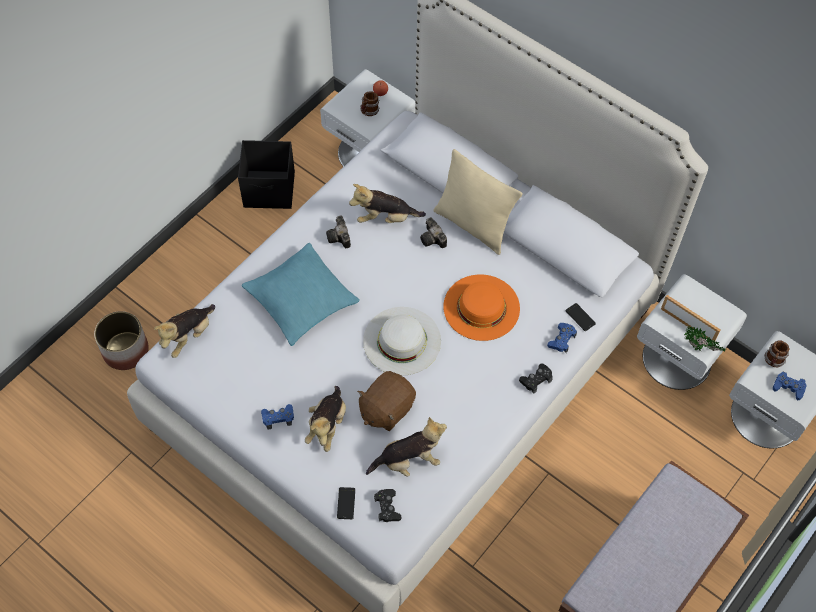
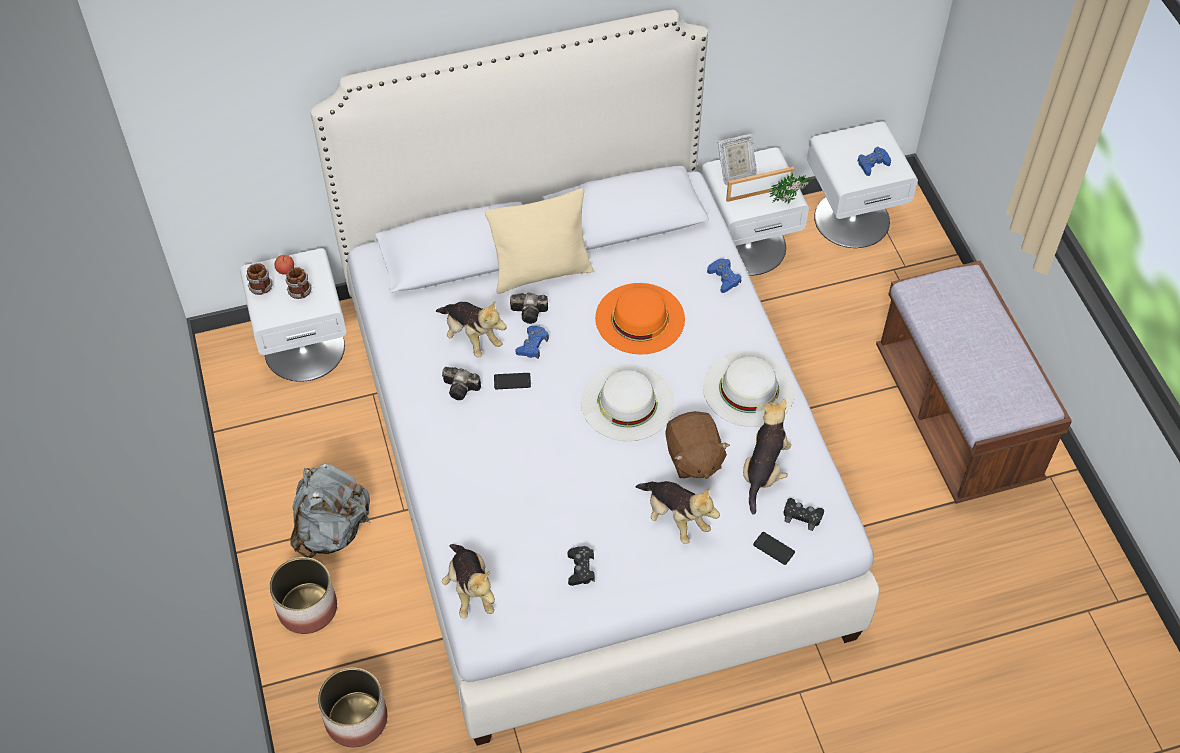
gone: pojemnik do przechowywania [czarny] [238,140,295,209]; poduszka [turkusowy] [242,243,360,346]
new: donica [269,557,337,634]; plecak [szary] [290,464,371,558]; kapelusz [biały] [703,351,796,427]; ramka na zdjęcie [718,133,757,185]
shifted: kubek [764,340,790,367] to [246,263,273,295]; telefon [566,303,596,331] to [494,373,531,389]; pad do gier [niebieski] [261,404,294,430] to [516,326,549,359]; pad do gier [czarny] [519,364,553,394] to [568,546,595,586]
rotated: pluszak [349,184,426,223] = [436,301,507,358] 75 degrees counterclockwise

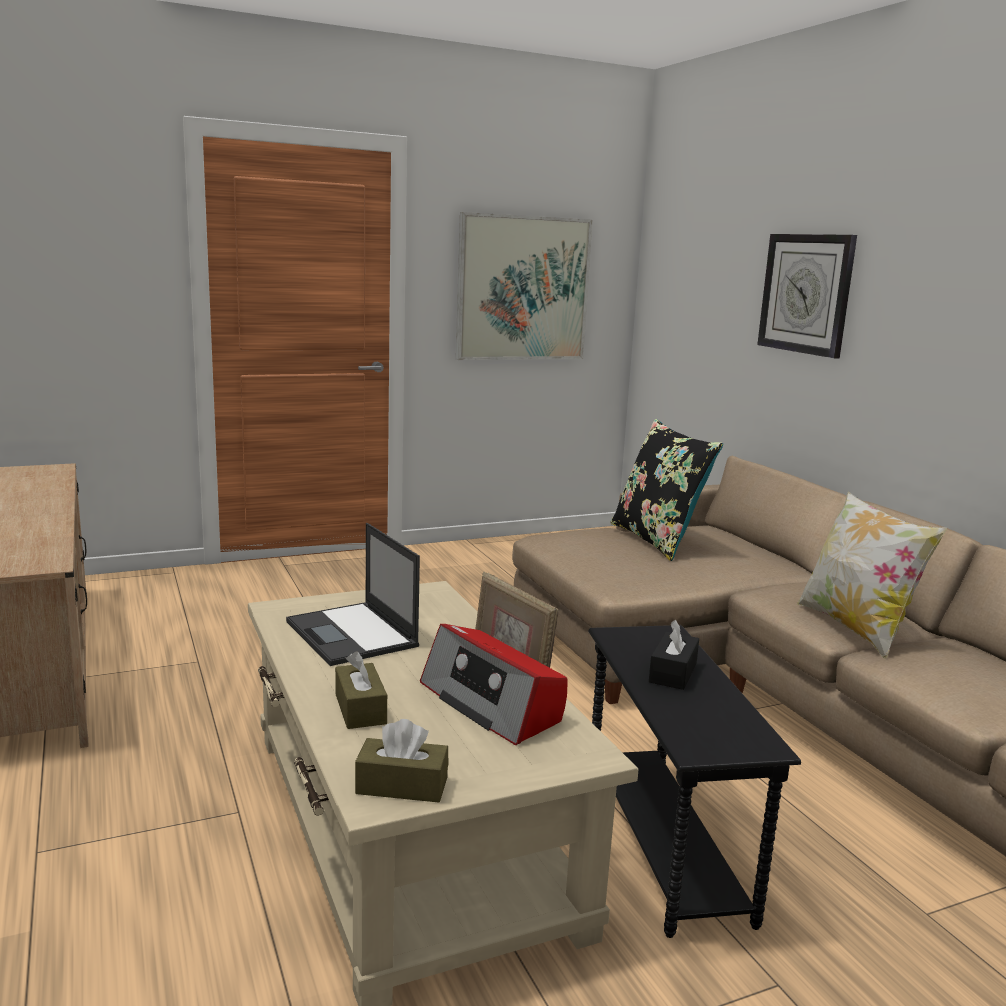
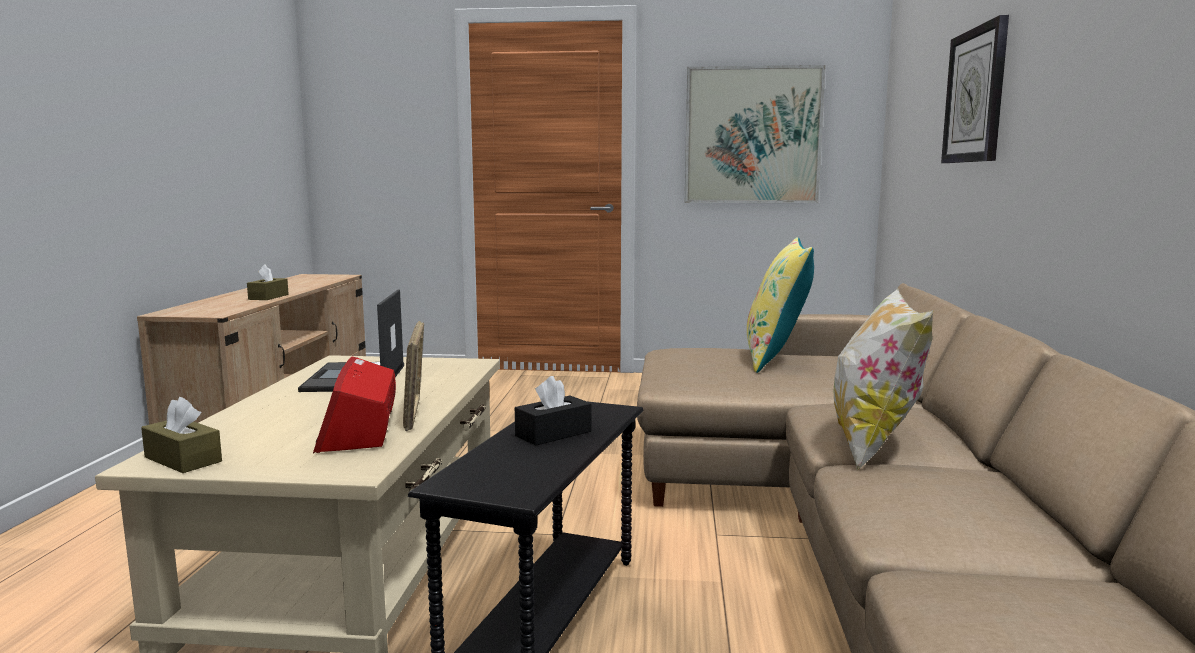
shifted: pudełko chusteczek [brązowy] [335,651,387,729] to [247,264,289,300]
repainted: poduszka [czarny] [610,419,723,561] to poduszka [żółty] [747,237,814,373]

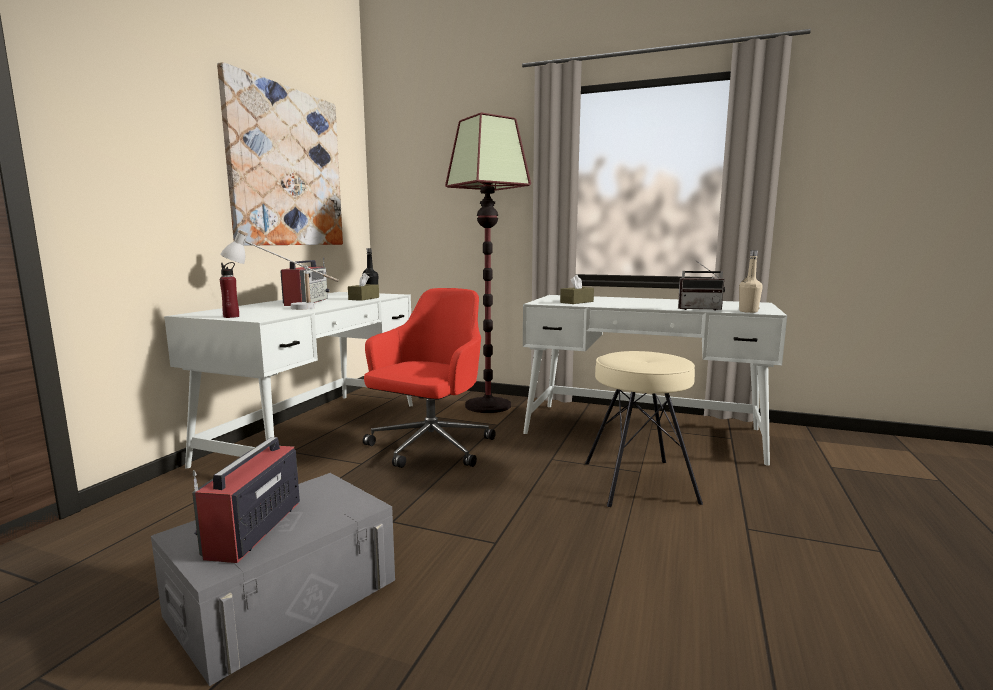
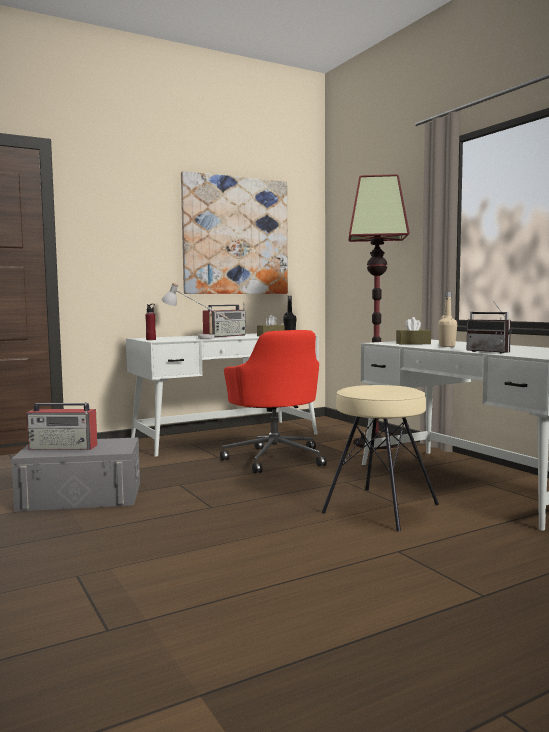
shifted: butelka [beżowy] [739,250,763,313] to [438,292,457,347]
rotated: radio [192,437,300,563] = [26,402,97,450] 135 degrees counterclockwise; krzesło biurowe [czerwony] [363,288,496,468] = [220,330,327,473] 90 degrees clockwise

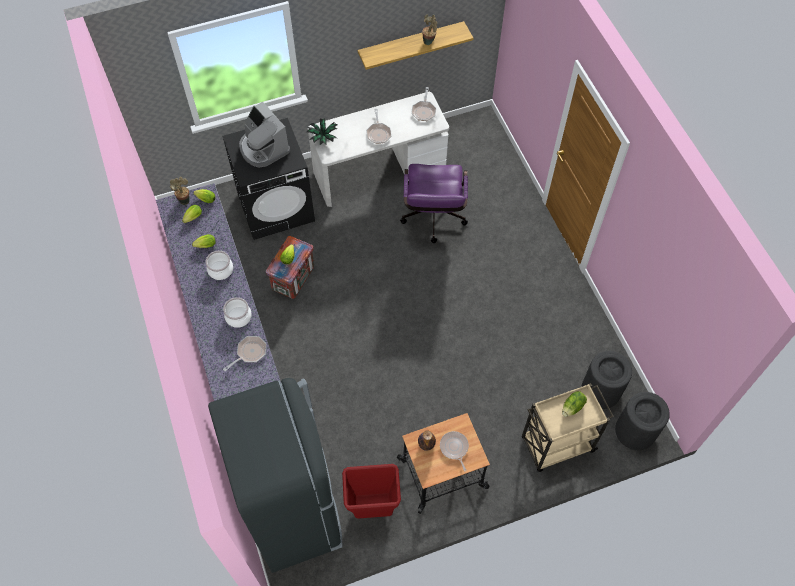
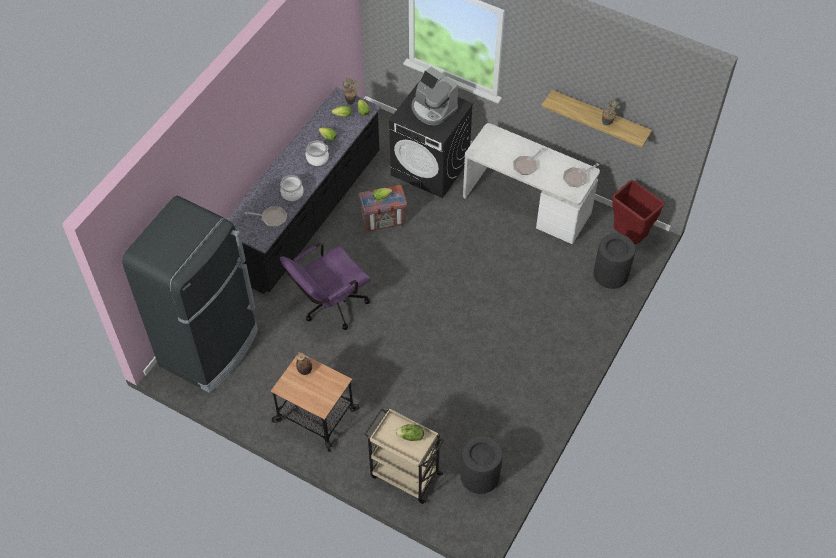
gone: roślina doniczkowa [307,118,337,145]; patelnia [440,431,469,471]
shifted: krzesło biurowe [fioletowy] [400,164,468,243] to [280,242,370,330]; kosz na śmieci [czarny] [615,392,670,450] to [593,233,635,289]; kosz na śmieci [czerwony] [342,464,401,519] to [612,180,665,244]
rotated: ekspres do kawy [239,102,290,167] = [411,67,458,125] 60 degrees counterclockwise

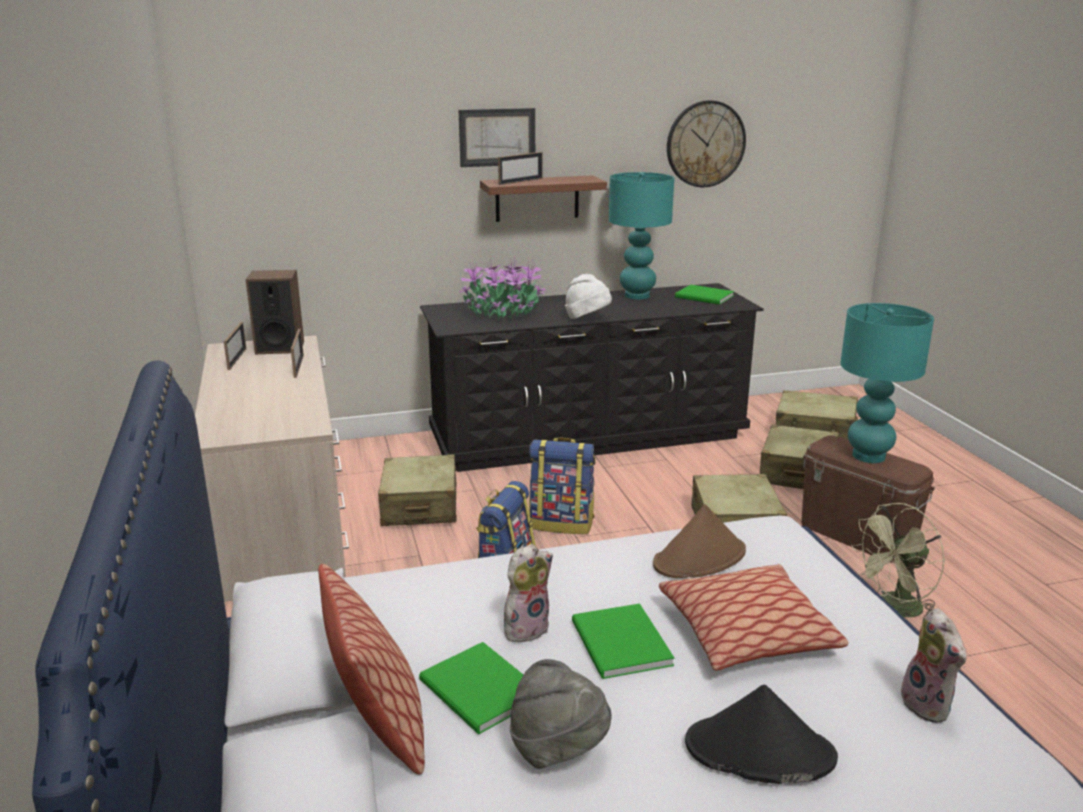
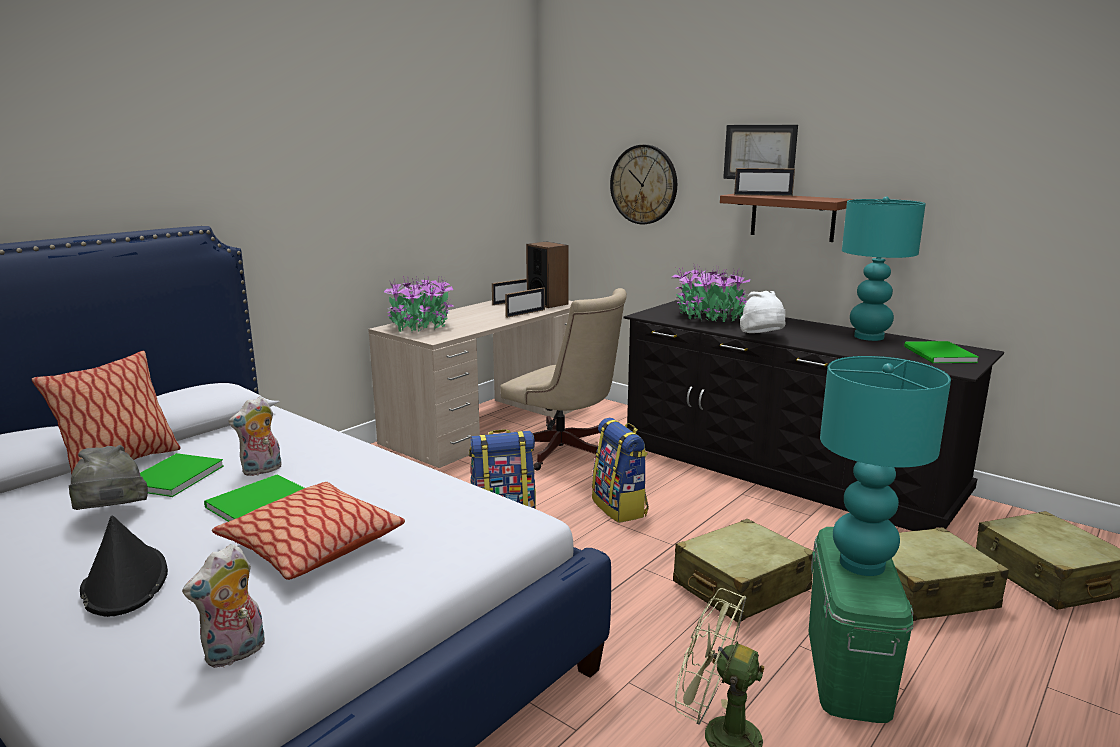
gone: kapelusz [brązowy] [653,504,746,578]
new: roślina doniczkowa [384,274,453,332]
shifted: zegar ścienny [667,100,746,187] to [610,145,677,224]
swapped: walizka [beżowy] [378,454,457,526] to krzesło biurowe [beżowy] [501,288,627,470]
repainted: pojemnik do przechowywania [brązowy] [801,436,935,563] to pojemnik do przechowywania [zielony] [809,527,914,723]
rotated: pluszak [504,544,553,642] = [228,396,282,476] 120 degrees clockwise

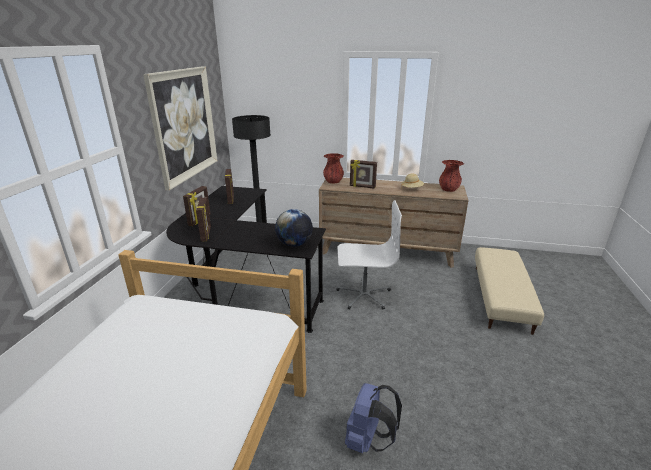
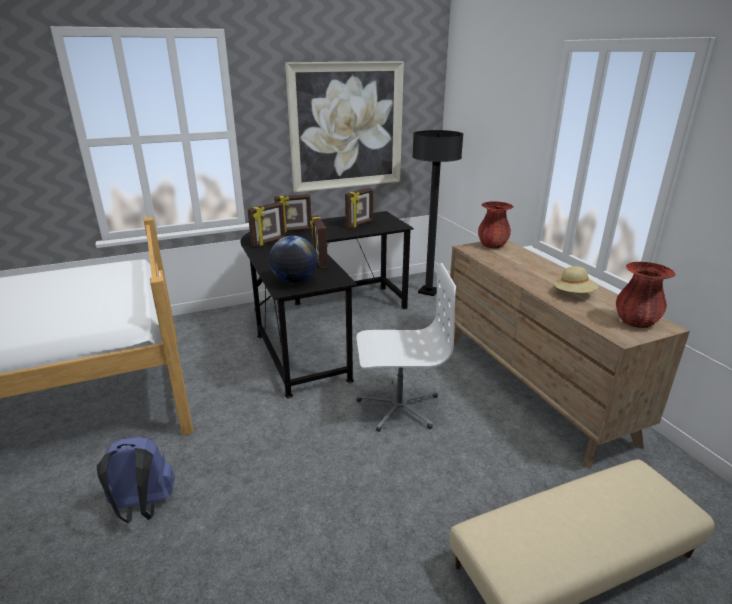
shifted: ramka na zdjęcie [350,160,377,189] to [310,216,328,268]
rotated: krzesło biurowe [biały] [336,200,402,309] = [356,263,456,432] 60 degrees counterclockwise

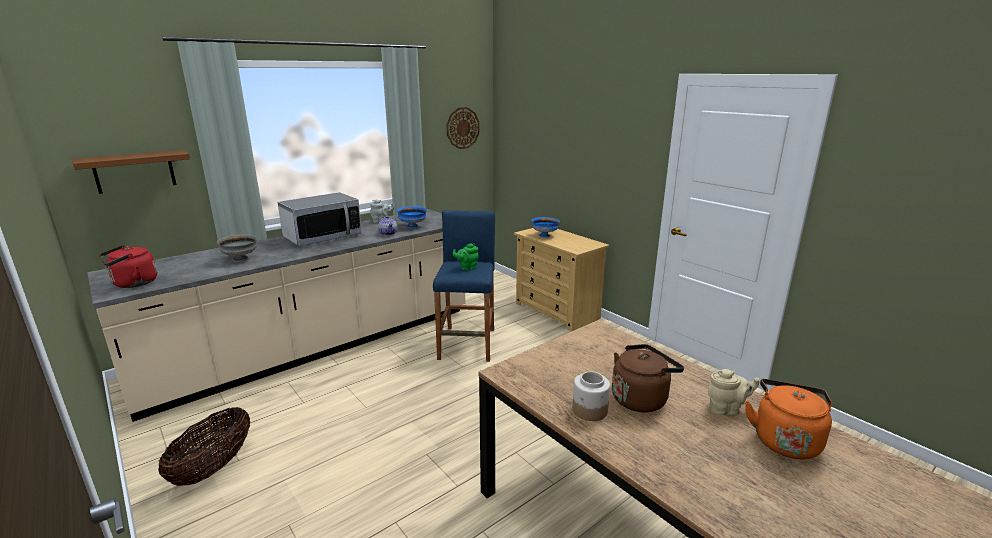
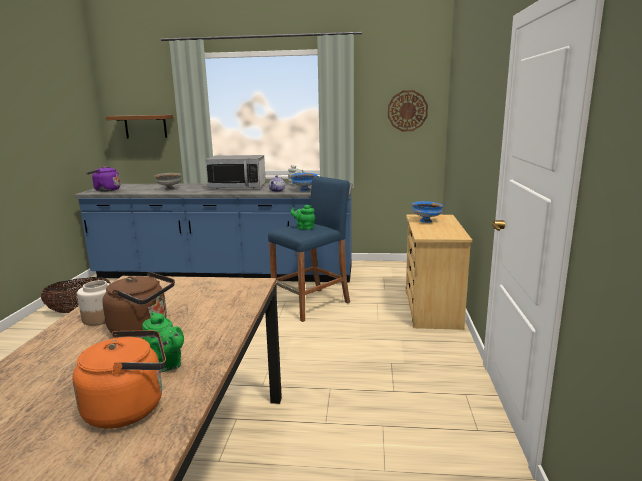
repainted: zabudowa kuchenna [beżowy] [87,209,465,422] to zabudowa kuchenna [niebieski] [75,183,352,282]; czajnik [czerwony] [98,245,157,288] to czajnik [fioletowy] [86,166,120,192]; imbryk [beżowy] [708,369,759,415] to imbryk [zielony] [142,312,184,372]

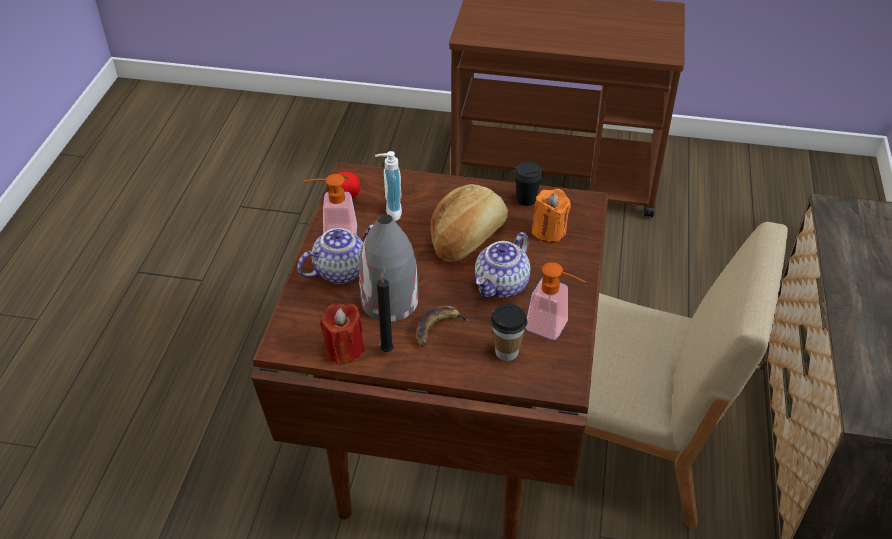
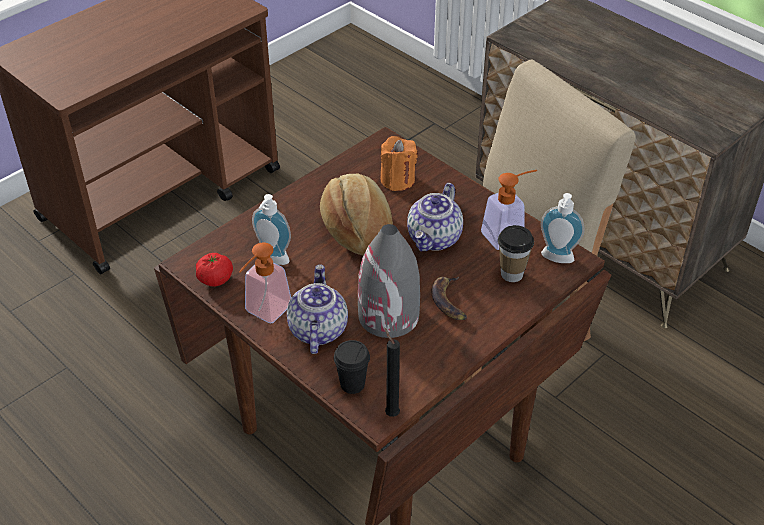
gone: świeca [czerwony] [320,304,365,364]
new: dozownik mydła [541,193,585,263]
shifted: filiżanka [czarny] [514,161,543,206] to [334,340,370,394]; świeca [czarny] [377,267,394,352] to [384,328,400,417]
rotated: imbryk [475,232,530,298] = [407,183,463,251] 45 degrees clockwise

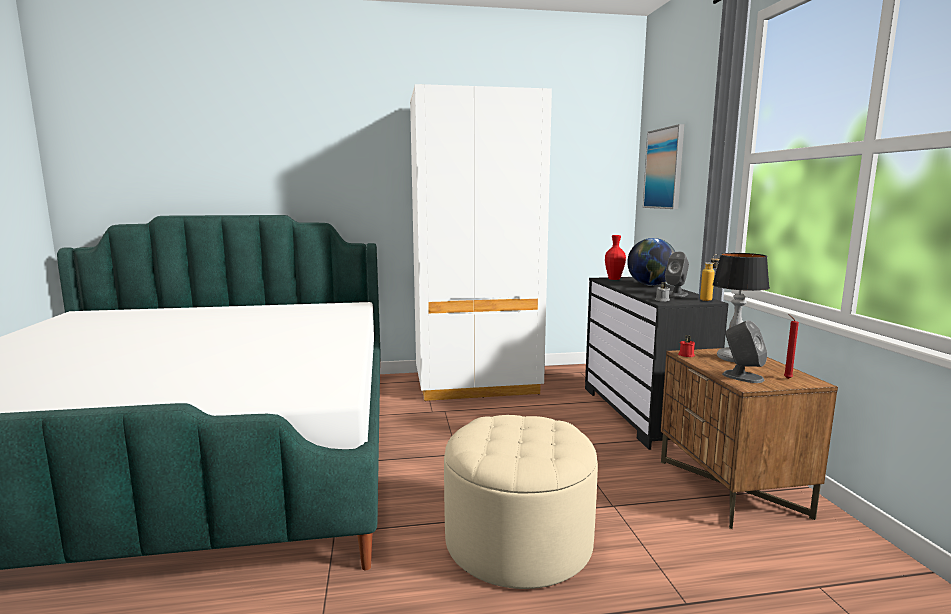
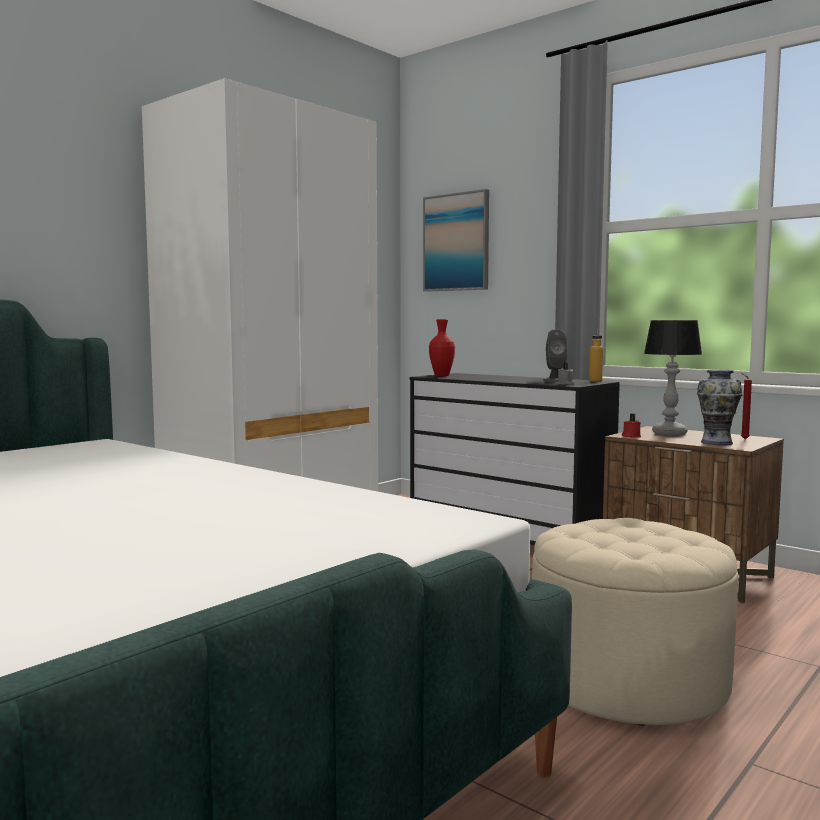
gone: globus [627,238,675,286]
swapped: głośnik [szary] [722,320,767,383] to wazon [697,369,743,445]

